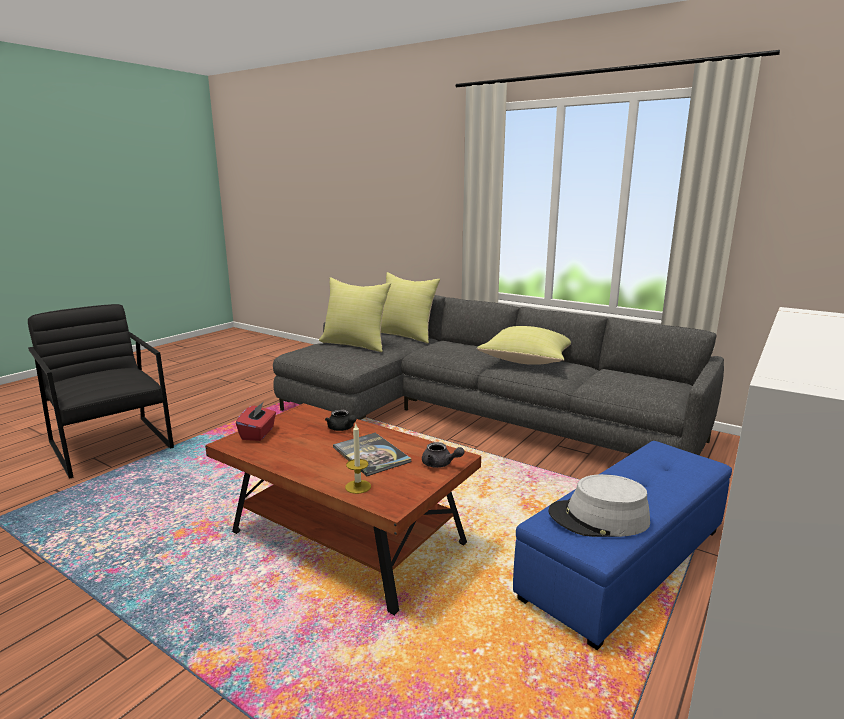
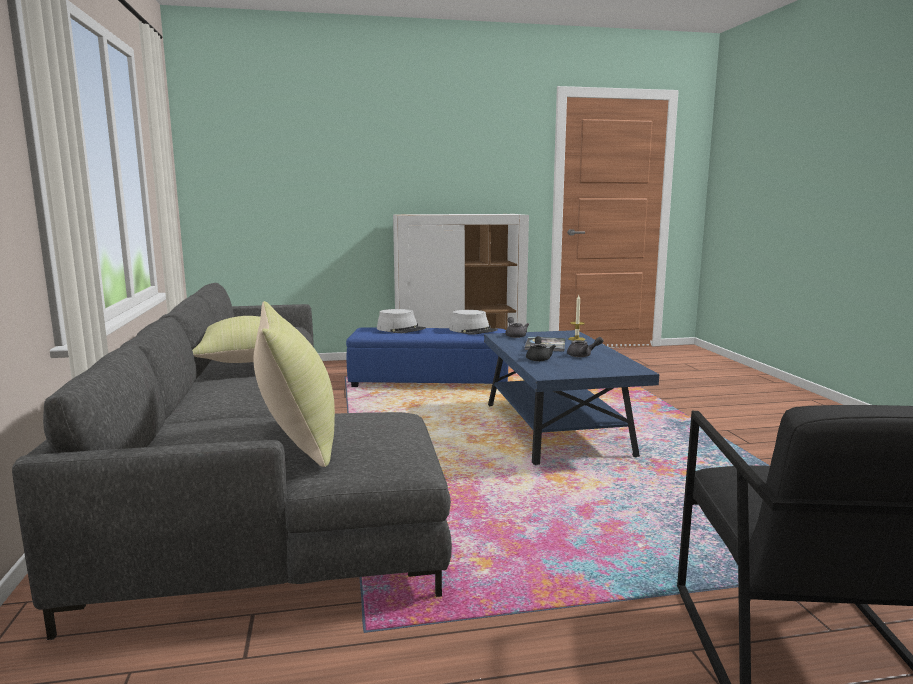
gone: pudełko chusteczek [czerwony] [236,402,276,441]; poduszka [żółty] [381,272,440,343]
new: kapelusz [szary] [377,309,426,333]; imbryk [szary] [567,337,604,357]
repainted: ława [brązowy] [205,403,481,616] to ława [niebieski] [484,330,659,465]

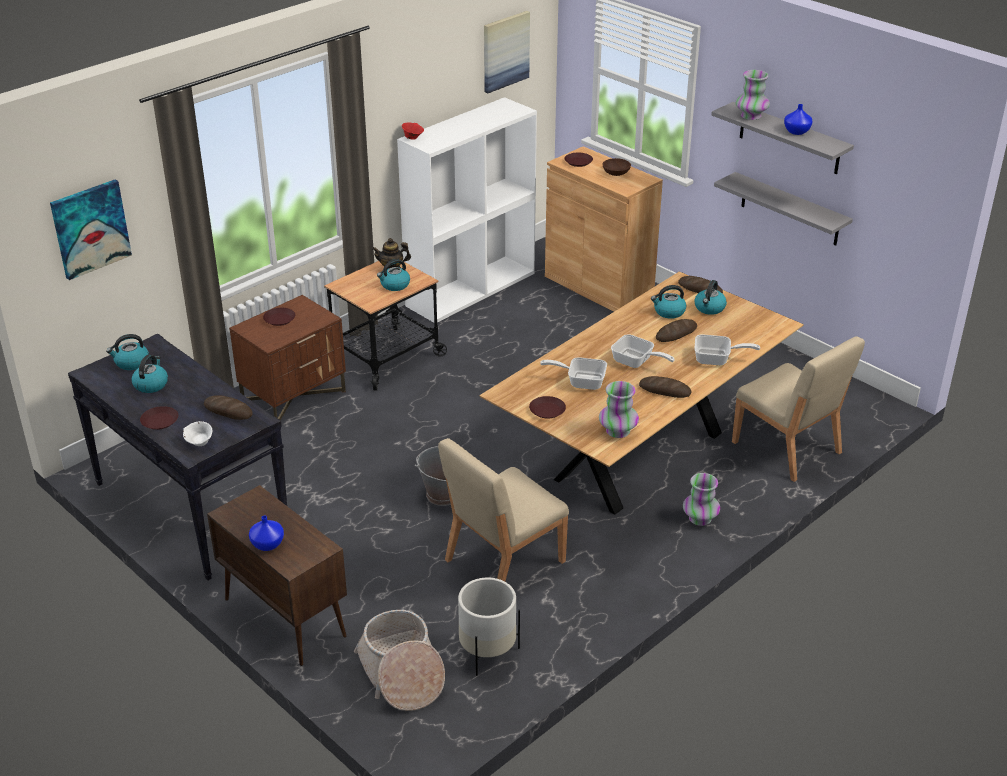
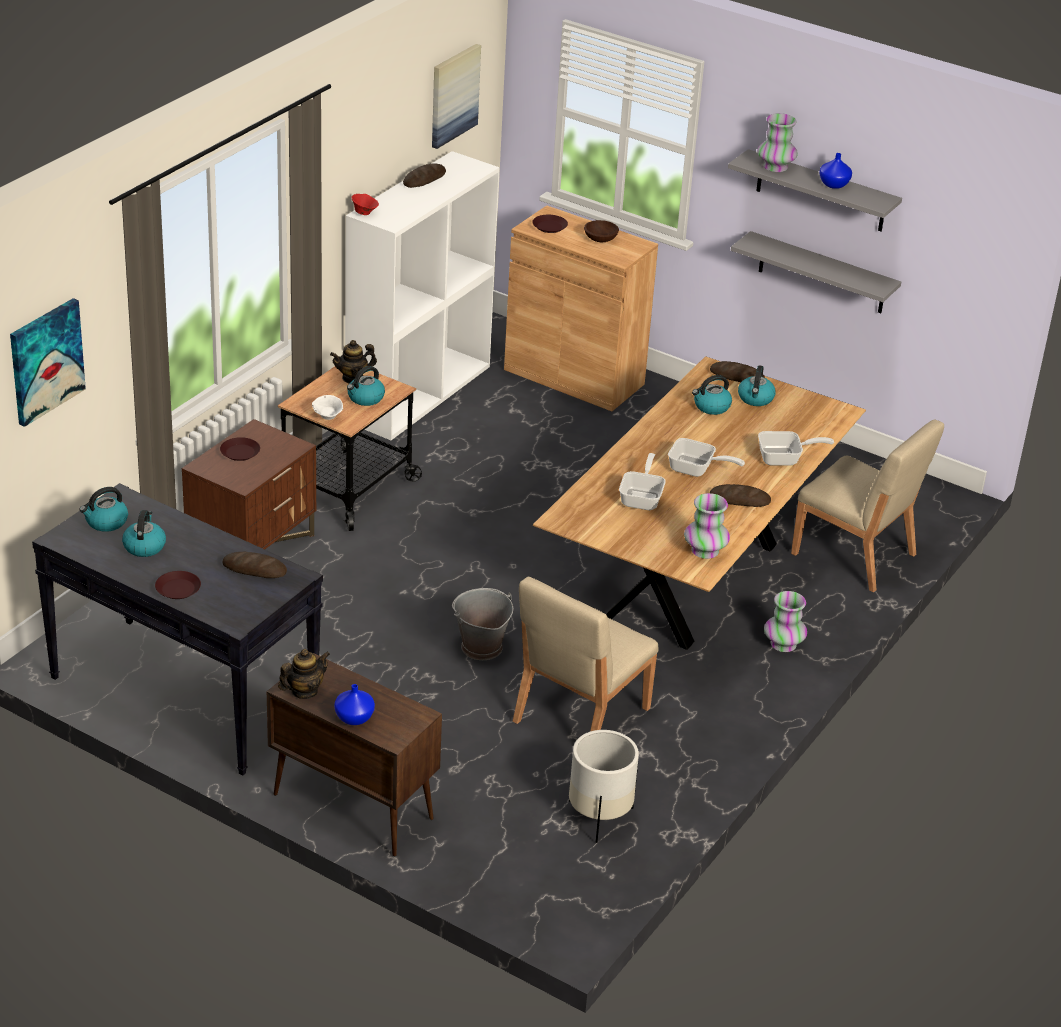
gone: koszyk [354,610,445,711]; talerz [brązowy] [529,396,566,419]
new: imbryk [278,649,330,699]
shifted: miska [biały] [183,421,212,446] to [312,395,343,420]; chleb [656,319,697,342] to [403,163,446,188]
rotated: patelnia [540,357,607,390] = [619,453,666,510] 105 degrees clockwise

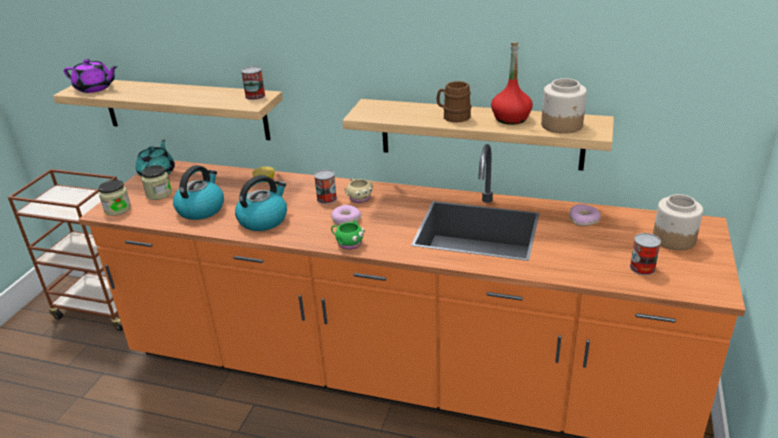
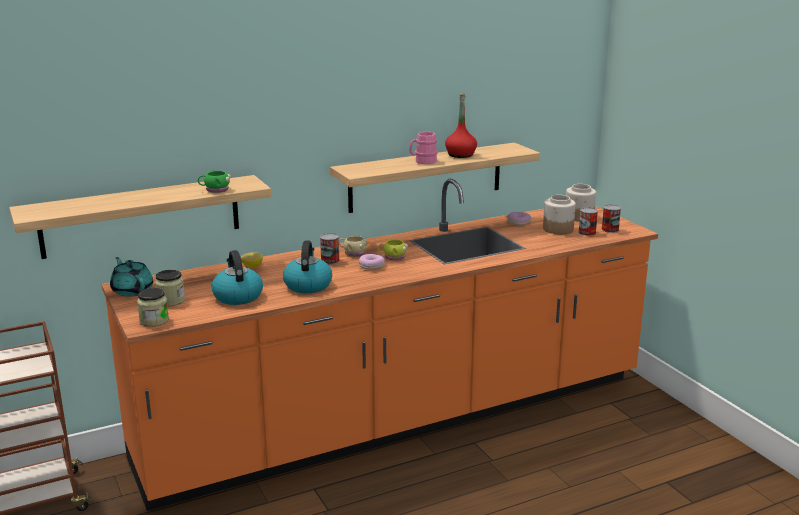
gone: imbryk [fioletowy] [64,59,118,93]
new: kubek [żółty] [378,238,408,261]
shifted: kubek [zielony] [331,220,365,250] to [198,170,231,193]; słoik [541,78,587,134] to [543,195,576,234]; puszka [241,66,265,100] to [601,204,621,233]
repainted: kubek [brązowy] [437,81,472,123] to kubek [różowy] [409,132,438,164]

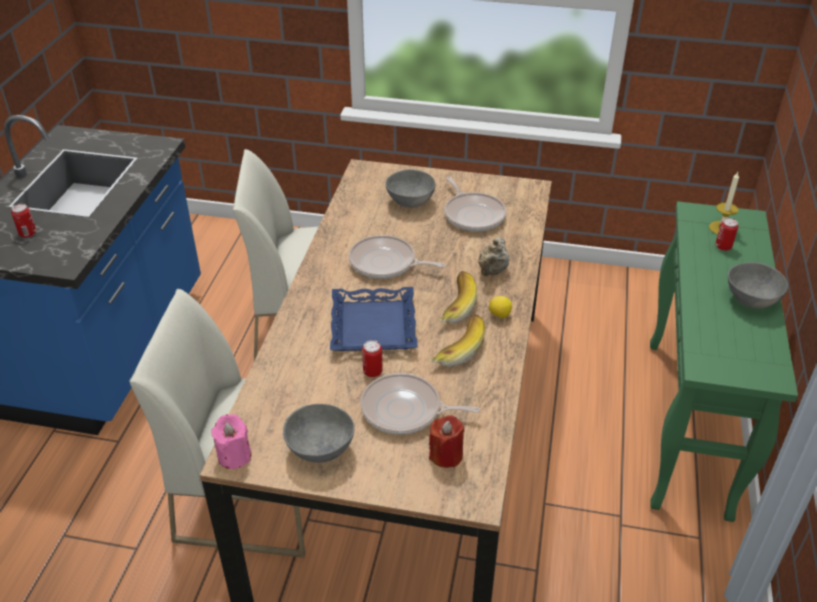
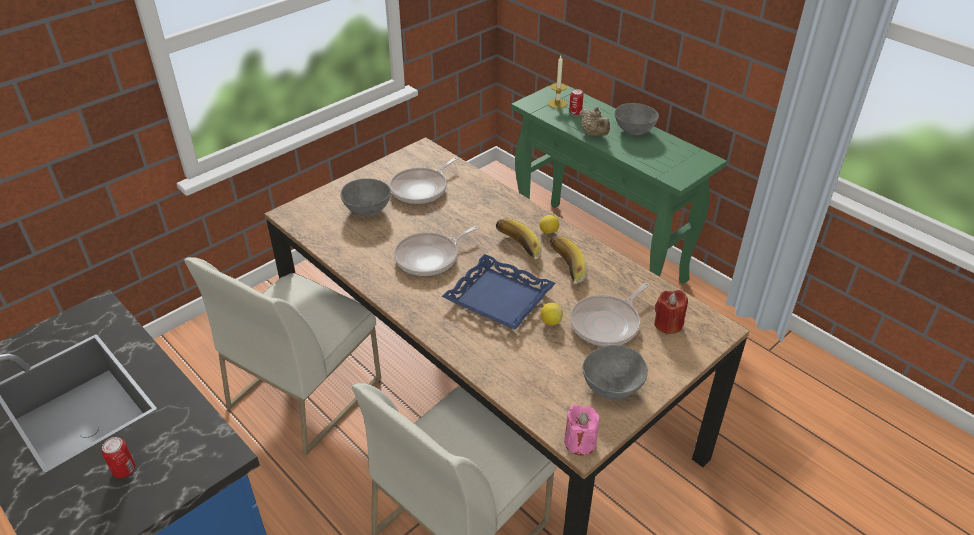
shifted: imbryk [beżowy] [478,237,509,276] to [579,106,610,137]
swapped: puszka [362,340,383,377] to cytryna [541,303,563,326]
rotated: patelnia [445,176,506,231] = [390,157,458,204] 120 degrees clockwise

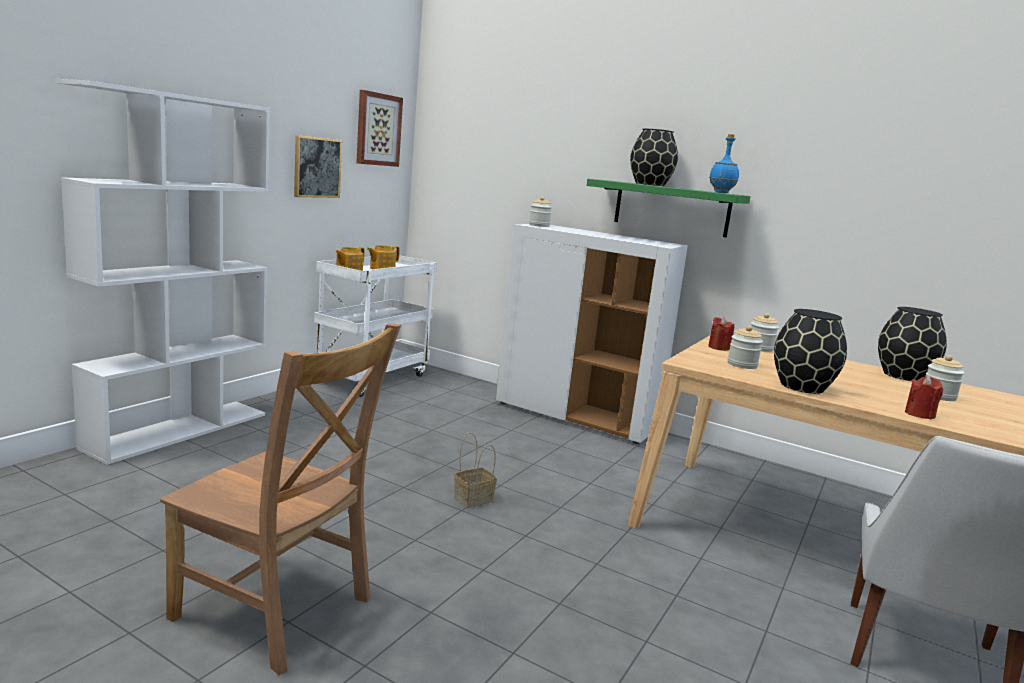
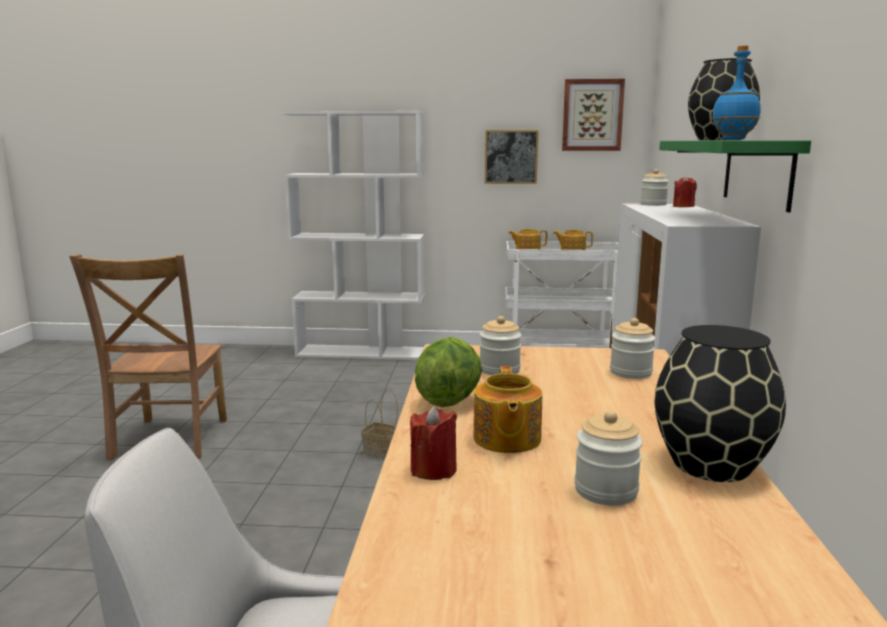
new: imbryk [473,366,542,453]
shifted: świeca [czerwony] [708,317,734,351] to [673,176,697,207]
swapped: wazon [czarny] [774,309,847,394] to sałata [415,337,482,407]

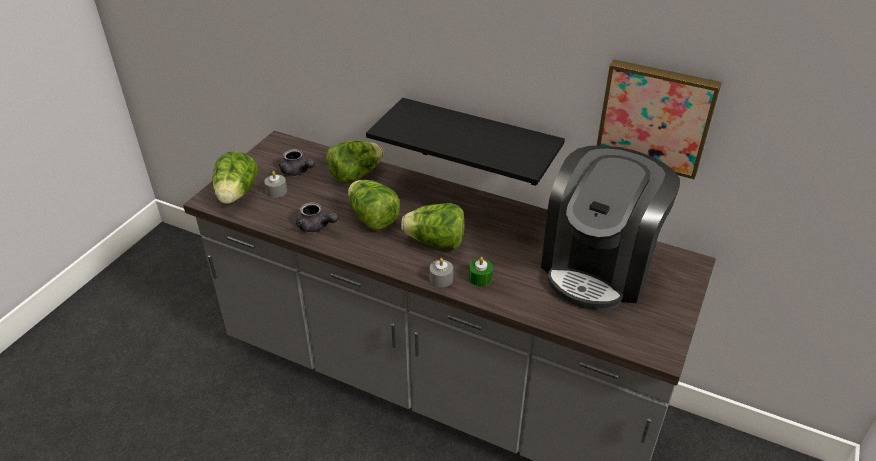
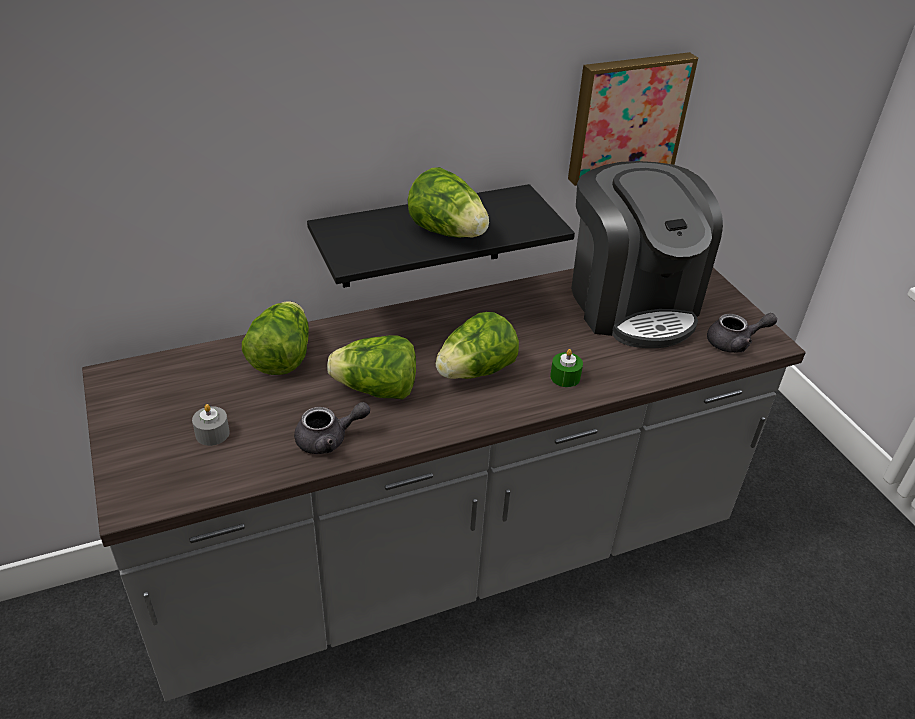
gone: świeca [szary] [429,258,453,287]
shifted: sałata [212,151,258,204] to [408,167,489,238]; imbryk [szary] [278,149,315,176] to [707,313,777,353]

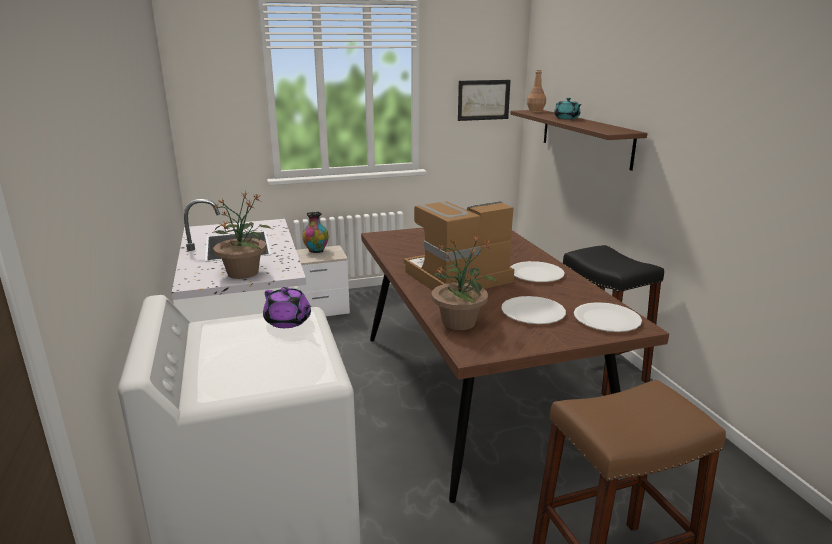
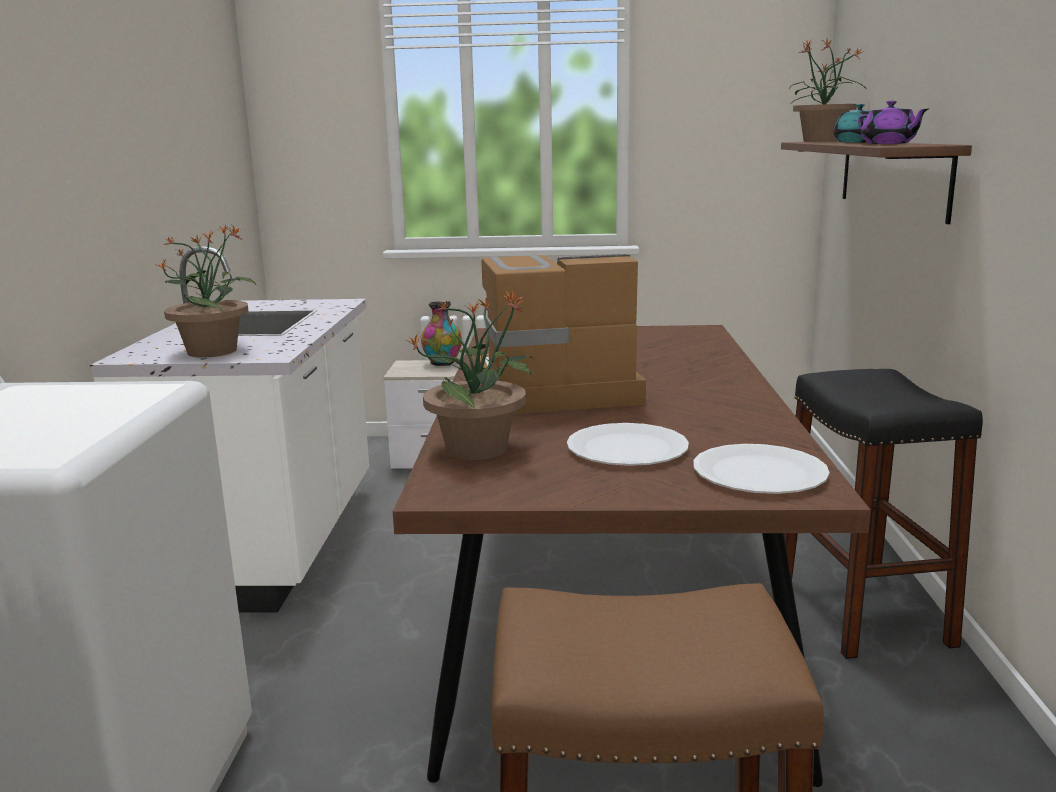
gone: obraz [458,80,510,121]; talerz [biały] [510,261,565,282]
shifted: imbryk [fioletowy] [263,287,311,328] to [858,101,930,144]
swapped: butelka [brązowy] [527,69,546,113] to roślina doniczkowa [789,39,866,142]

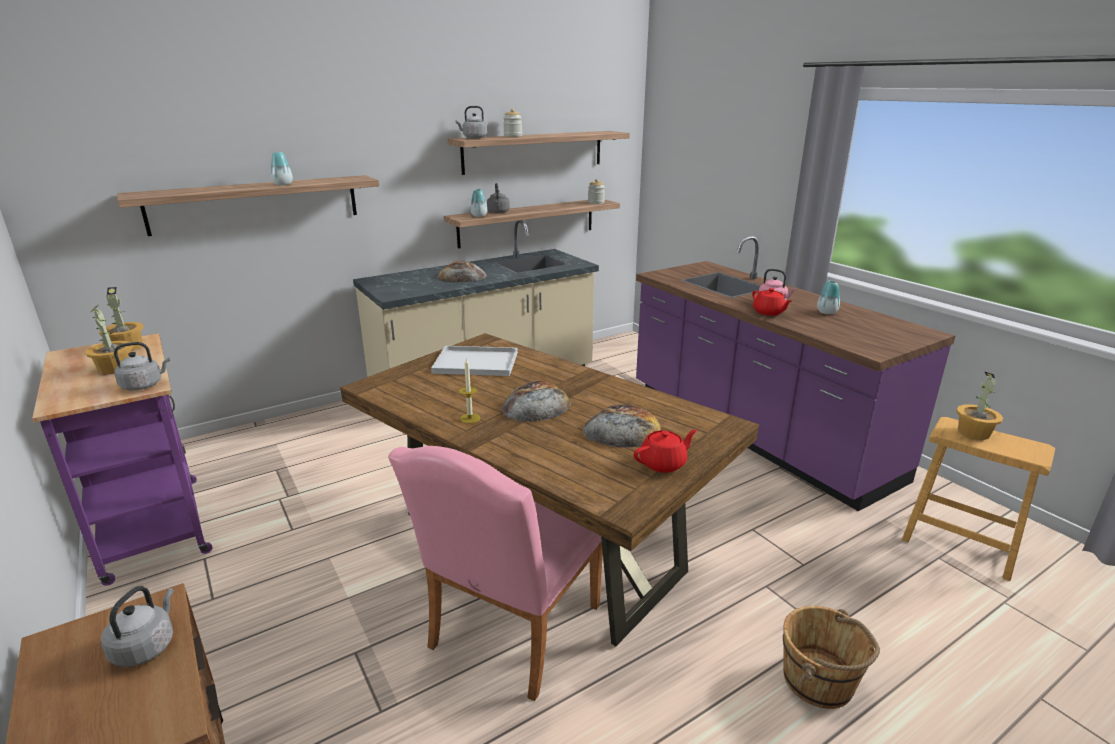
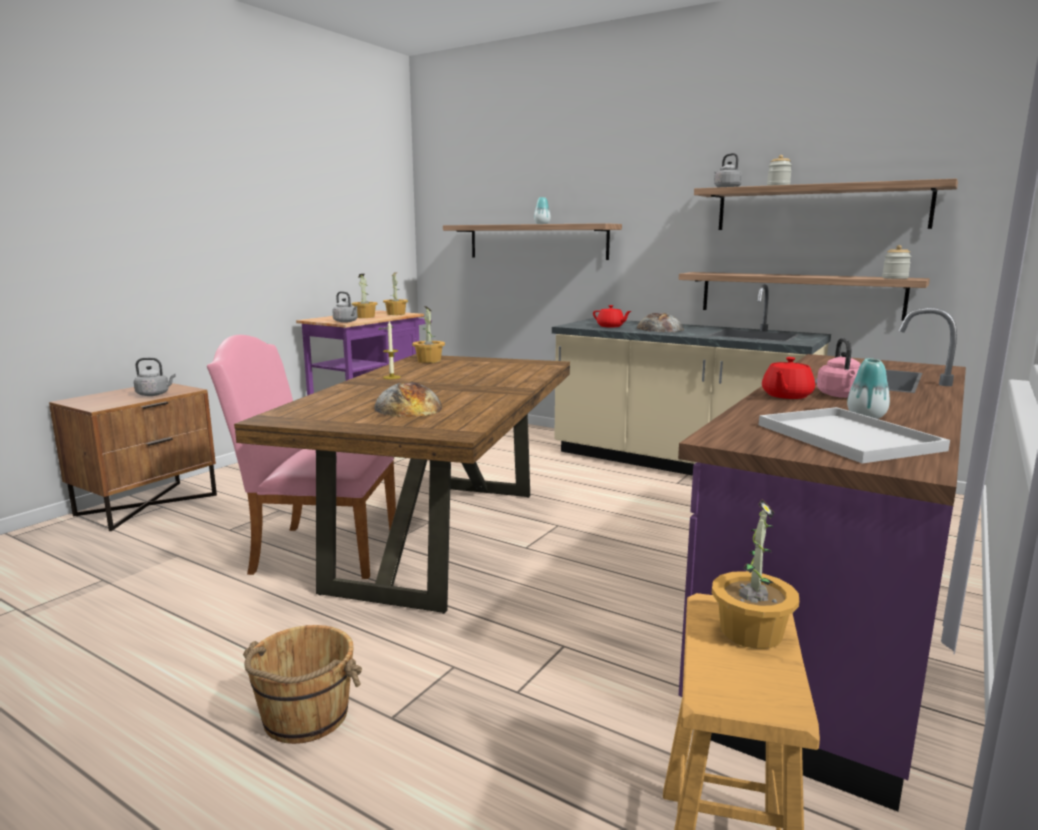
gone: wazon [470,189,487,217]; czajnik [szary] [487,183,510,213]; chleb [502,381,571,422]
new: roślina doniczkowa [412,306,445,363]
shifted: imbryk [czerwony] [634,429,697,473] to [593,305,631,327]; taca [biały] [431,346,518,376] to [759,407,950,463]

